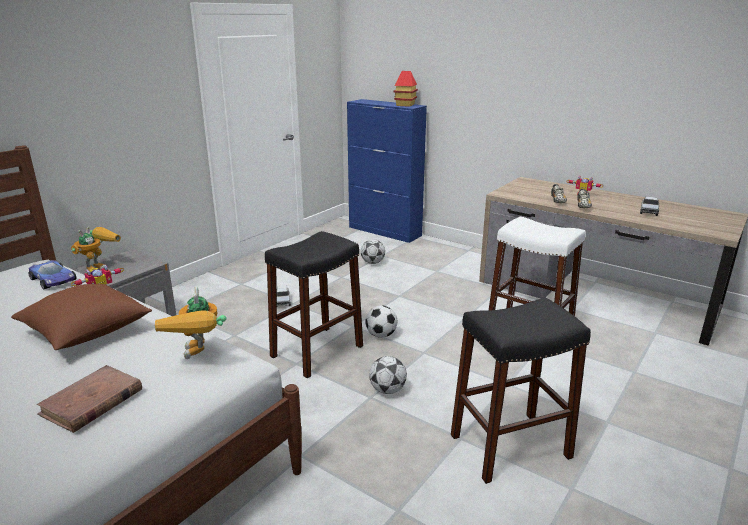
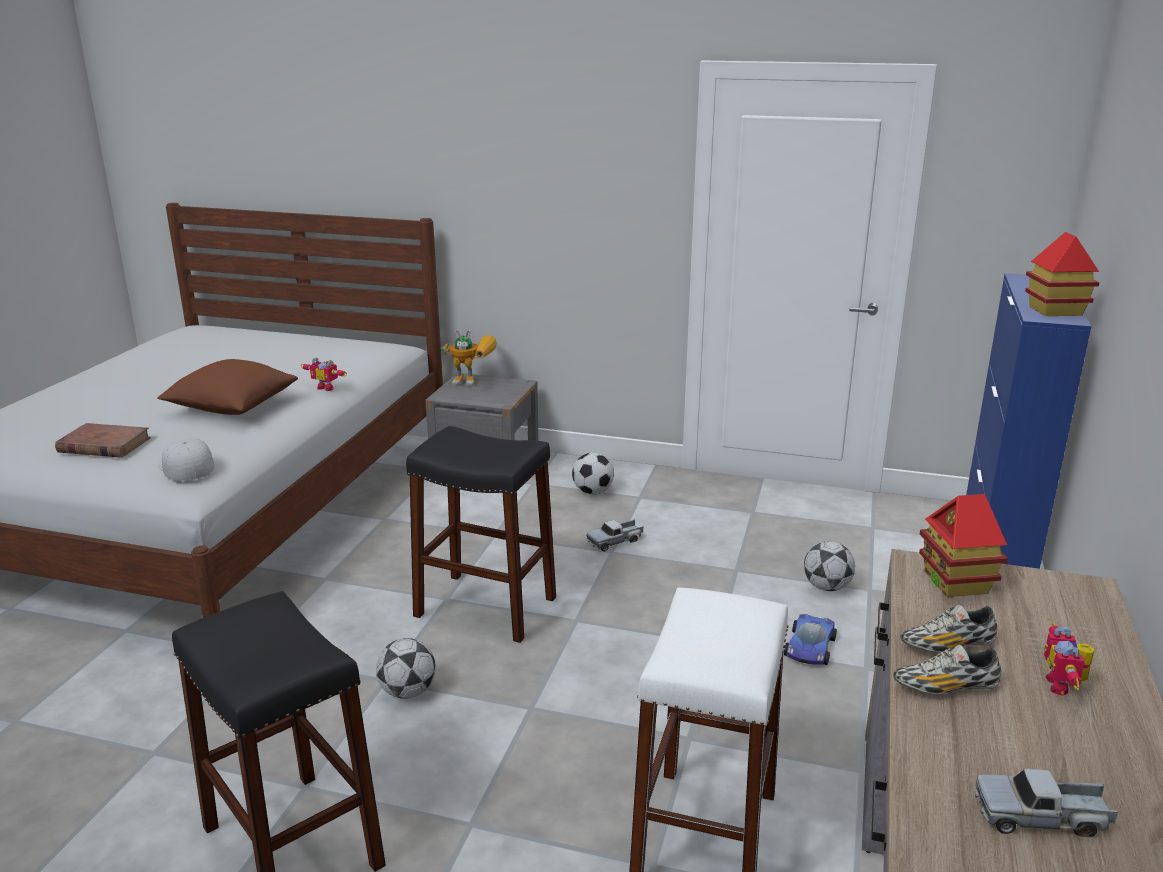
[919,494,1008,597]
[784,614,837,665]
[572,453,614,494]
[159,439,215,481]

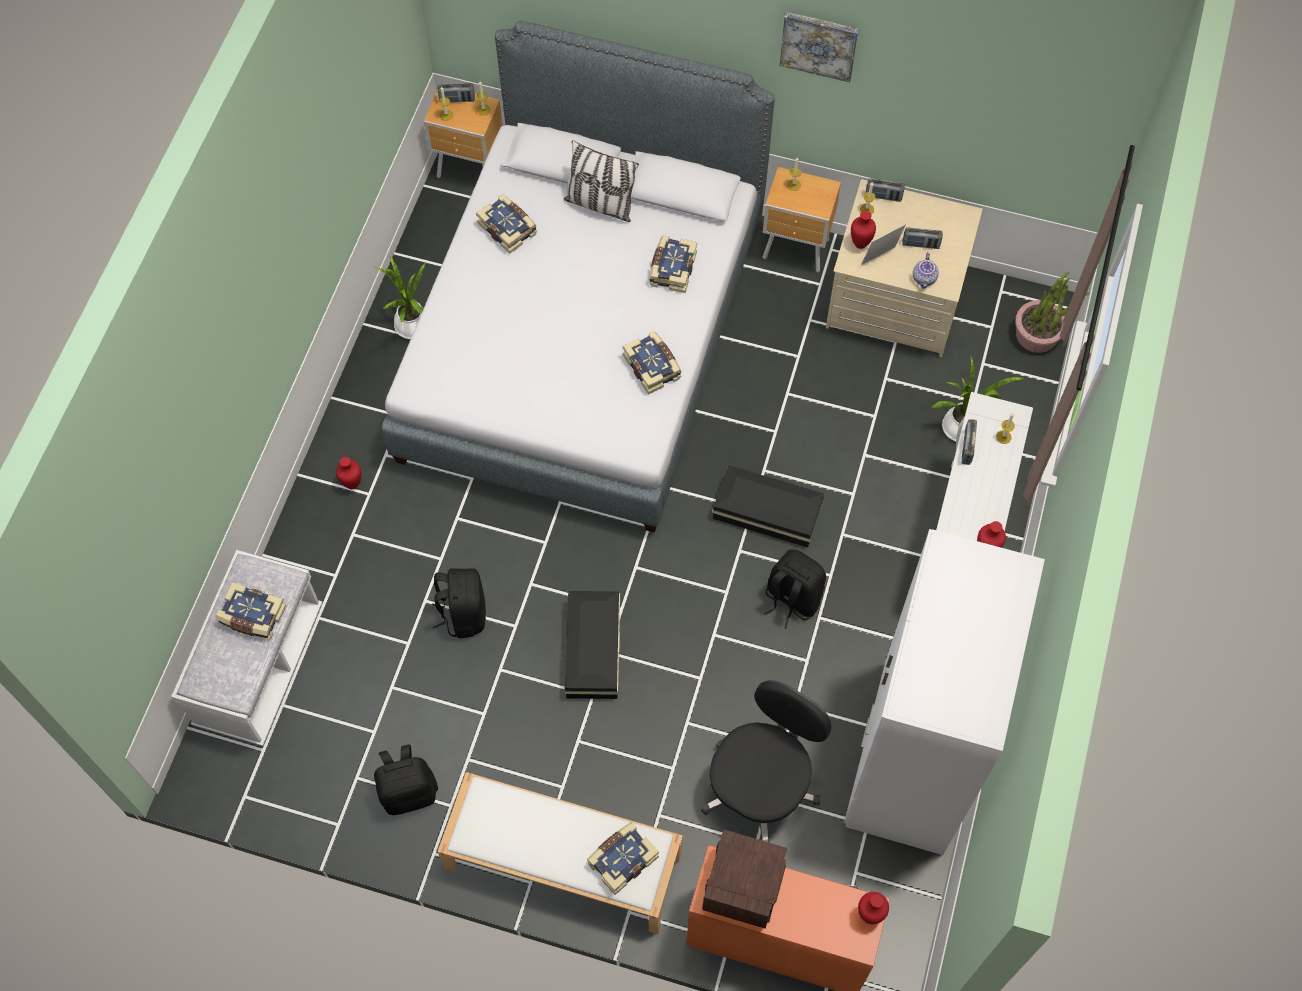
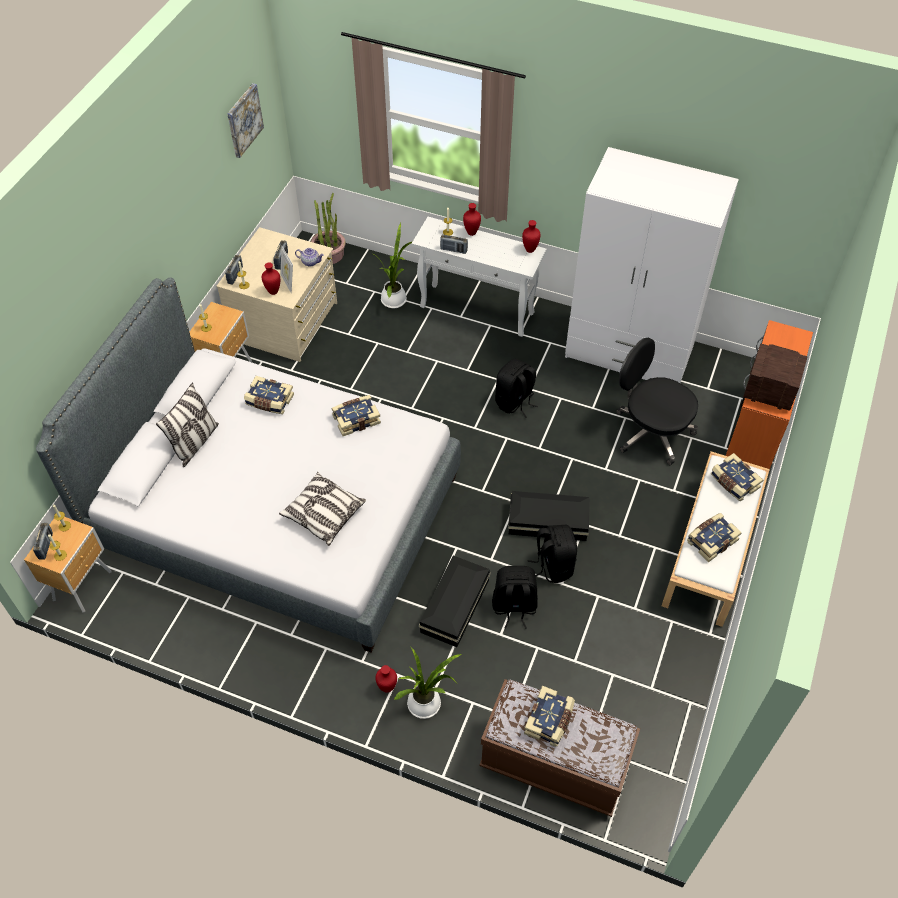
[279,472,366,546]
[394,648,461,719]
[528,525,577,583]
[687,513,742,562]
[419,556,490,647]
[227,83,264,158]
[463,203,481,236]
[479,679,640,817]

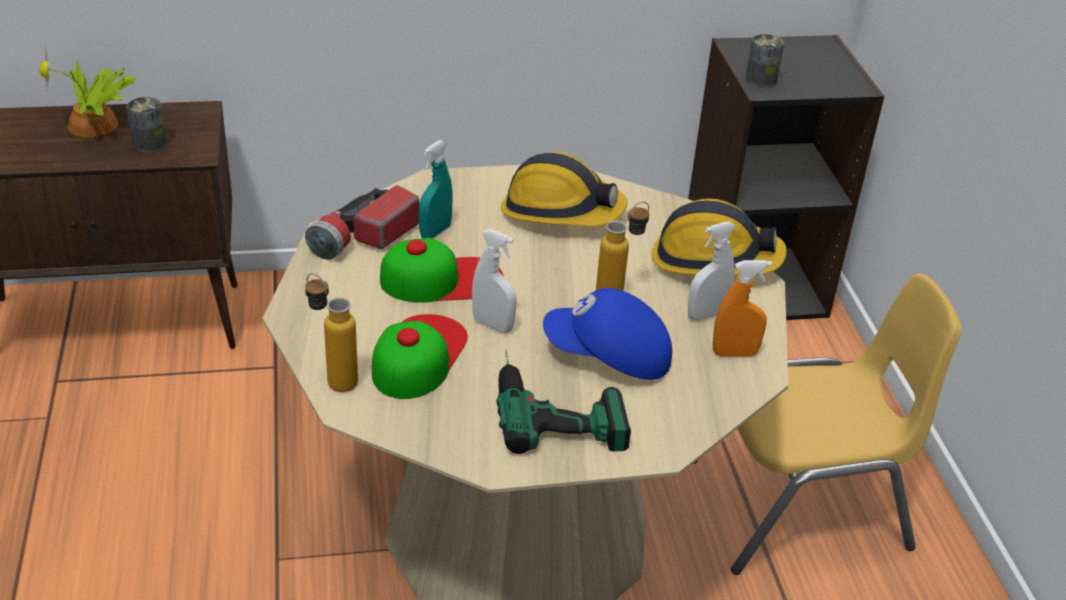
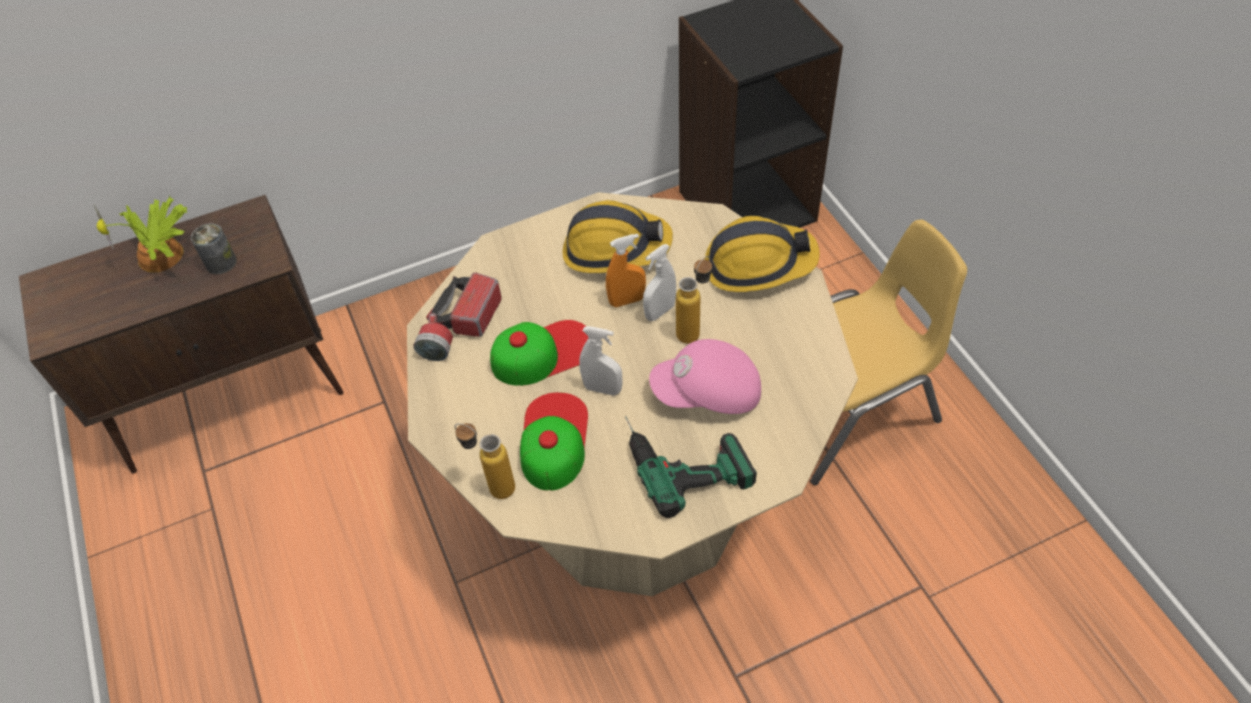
[419,140,453,238] (first image)
[745,34,784,87] (first image)
[643,244,676,321]
[606,234,646,307]
[649,339,761,414]

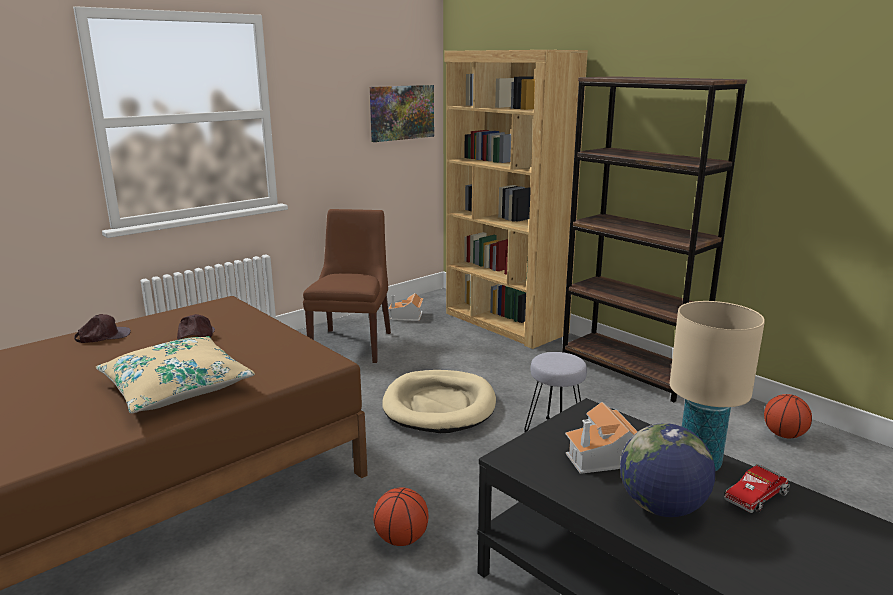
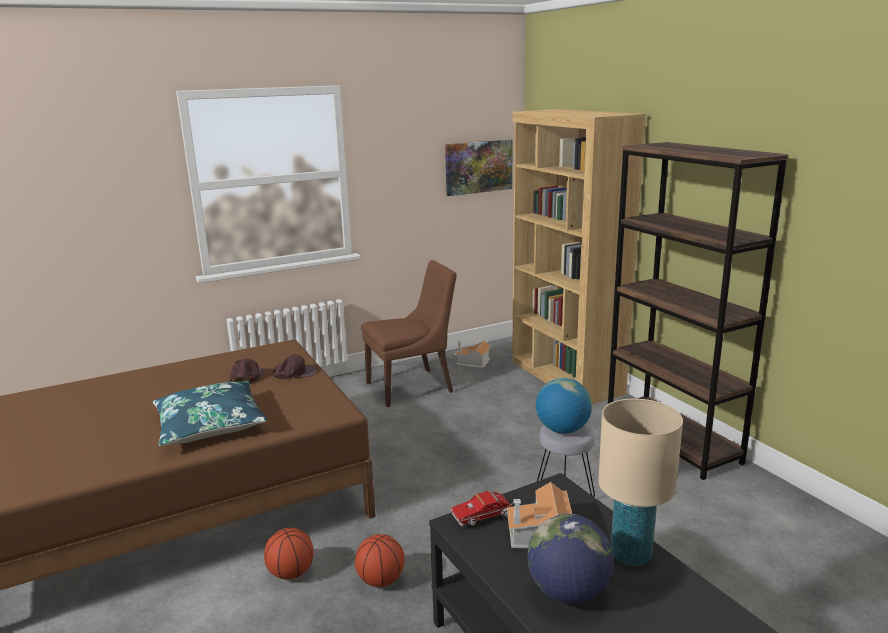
[382,370,496,433] (first image)
[536,378,592,434]
[272,354,316,379]
[451,490,514,527]
[264,528,313,580]
[153,381,267,446]
[361,260,457,407]

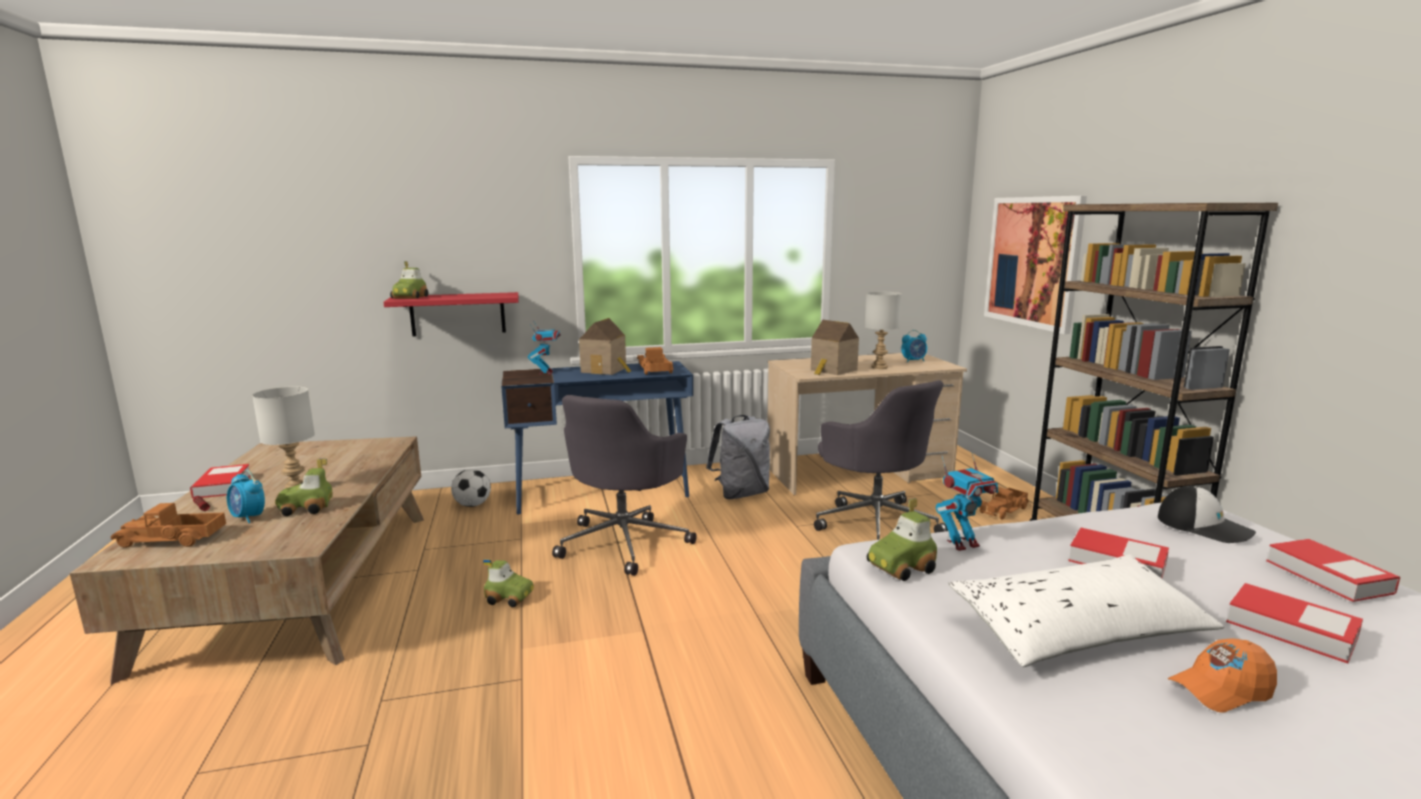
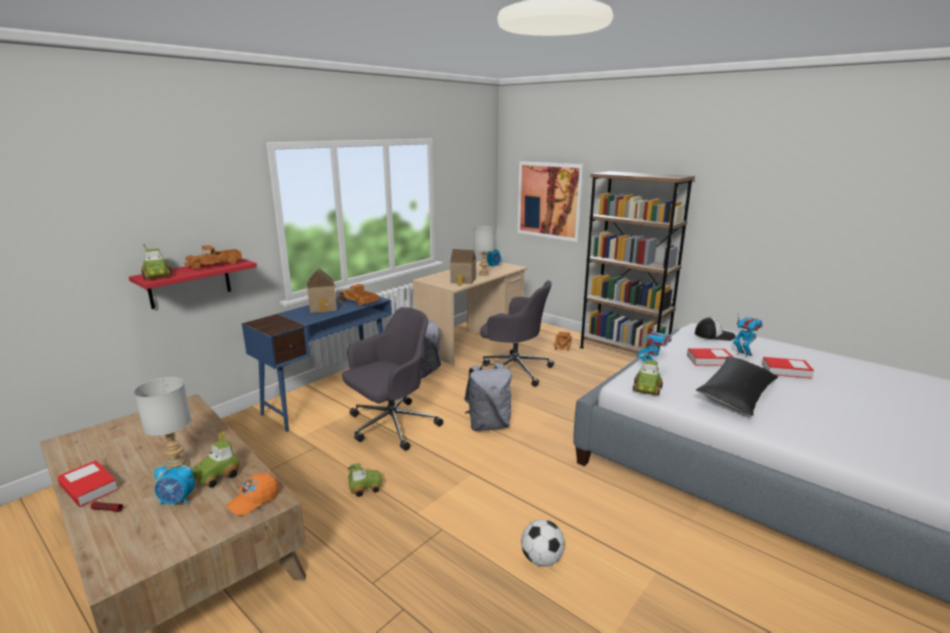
[1266,539,1400,602] (first image)
[464,363,512,431]
[184,245,242,269]
[521,519,565,567]
[733,317,762,357]
[225,473,279,516]
[696,356,778,416]
[342,307,443,451]

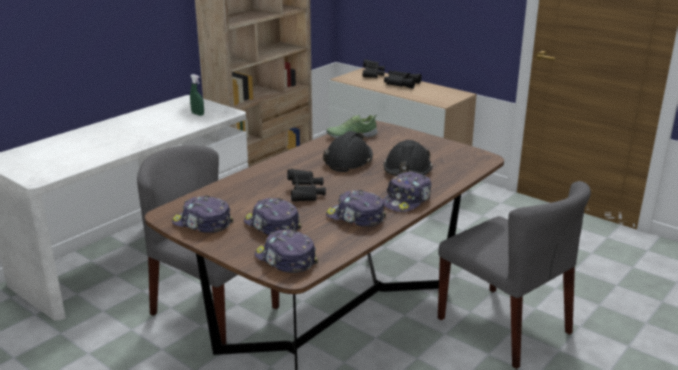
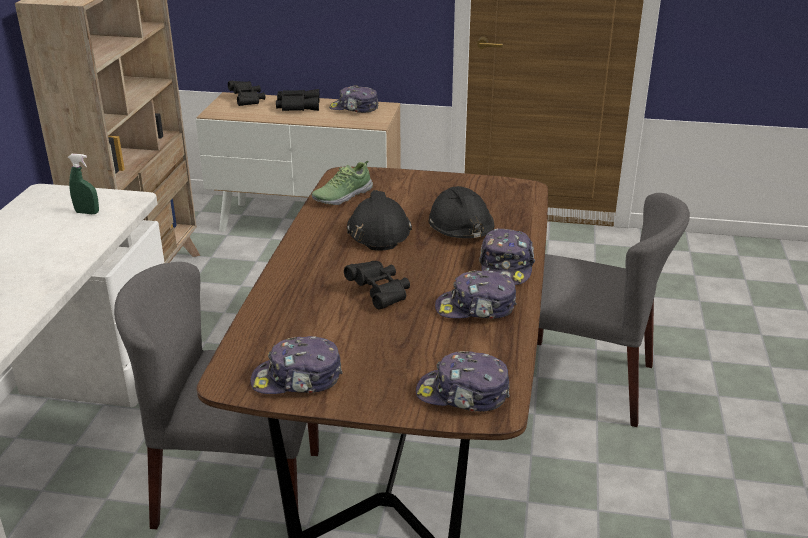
[329,85,379,113]

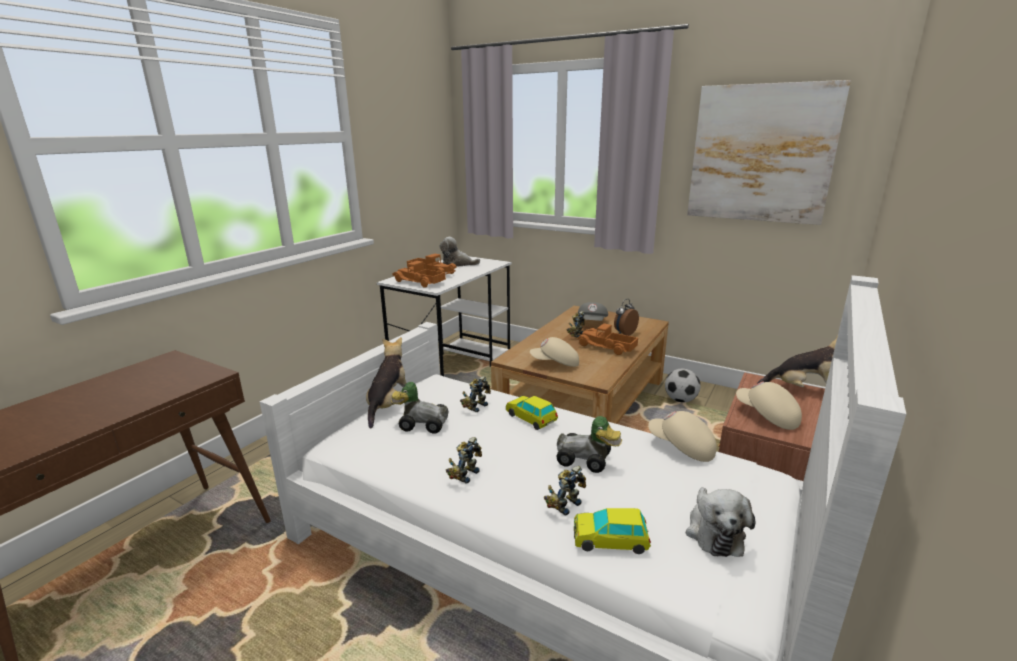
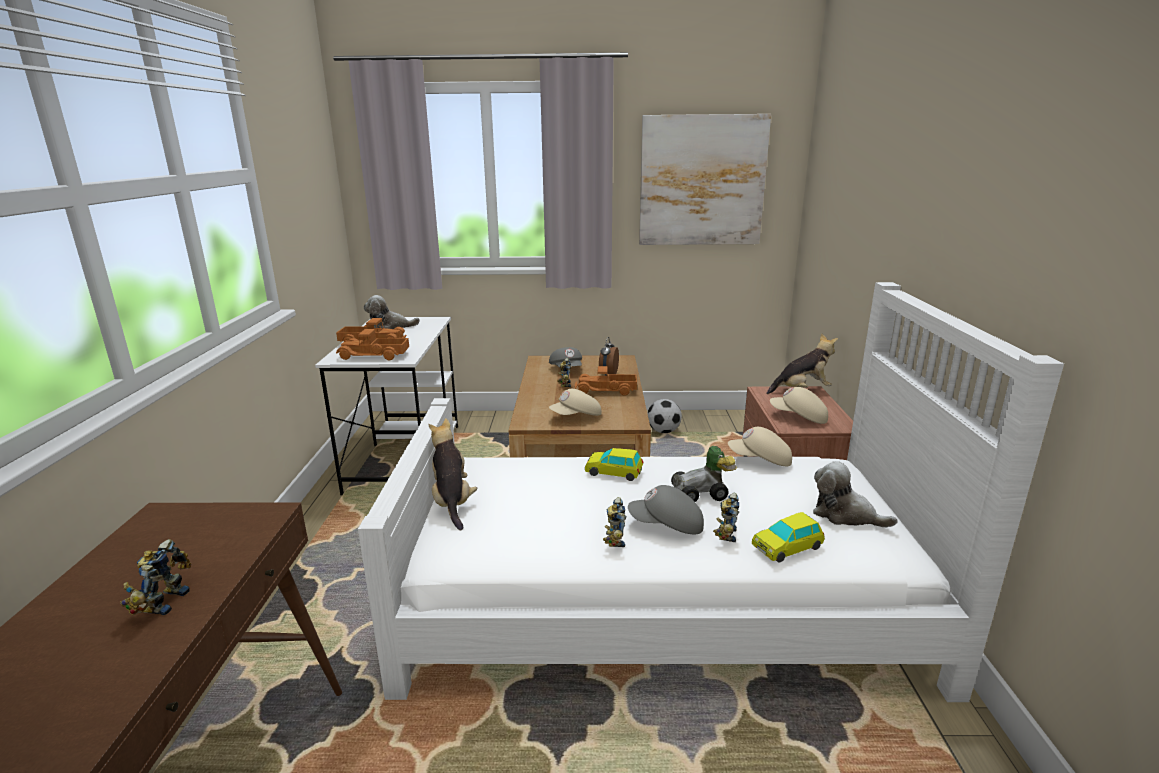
[391,382,449,434] (first image)
[628,485,704,534]
[120,539,191,615]
[813,461,898,527]

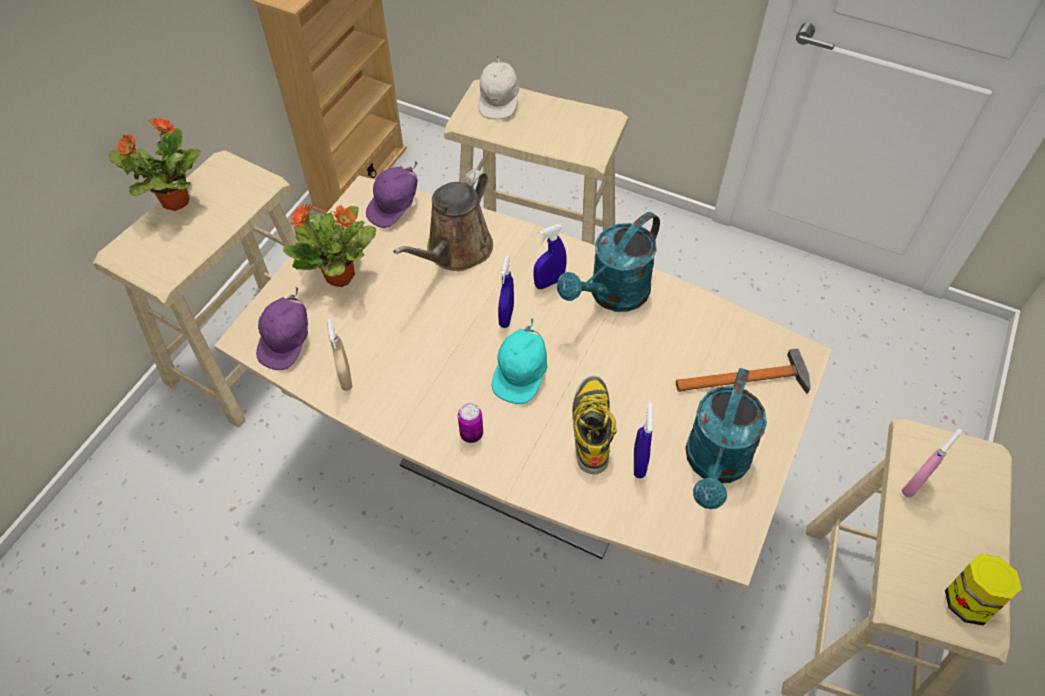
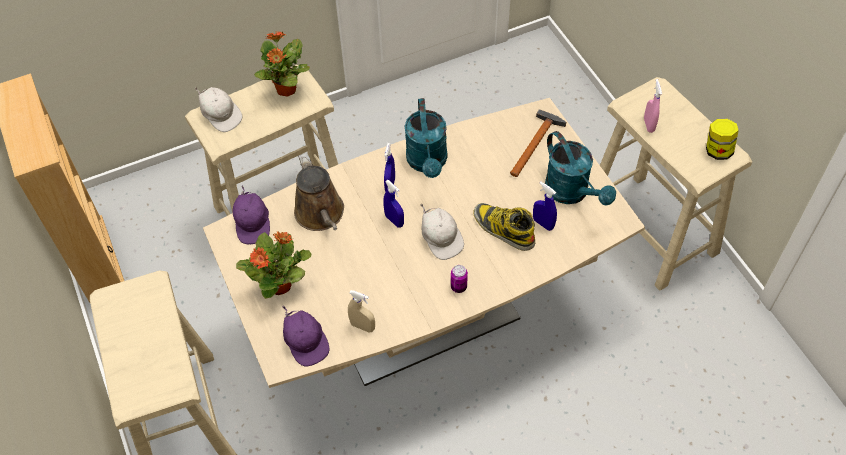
[254,32,310,97]
[420,204,464,260]

